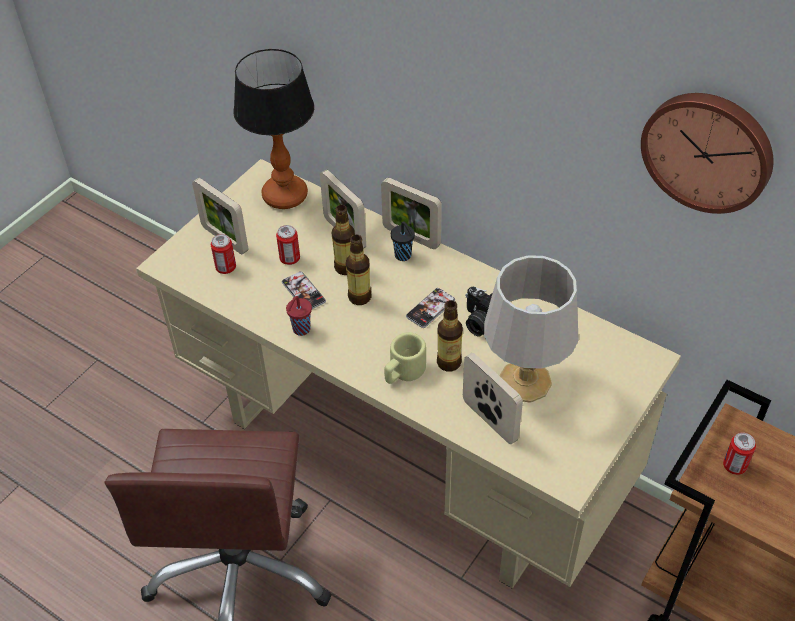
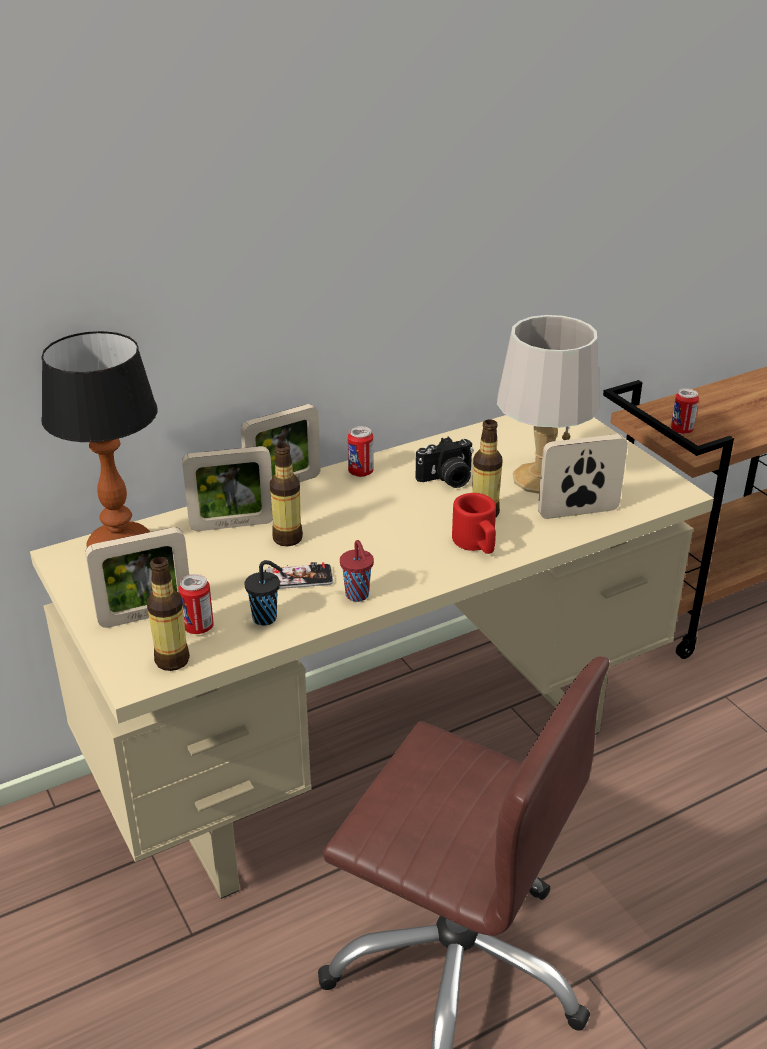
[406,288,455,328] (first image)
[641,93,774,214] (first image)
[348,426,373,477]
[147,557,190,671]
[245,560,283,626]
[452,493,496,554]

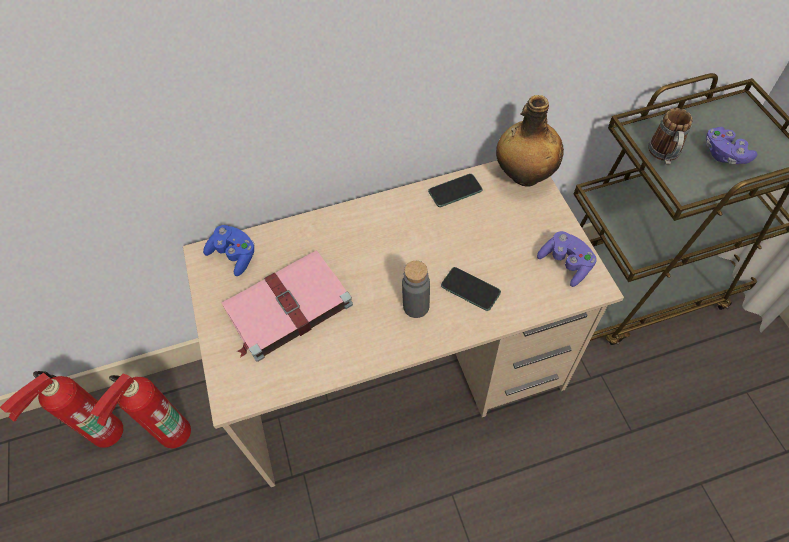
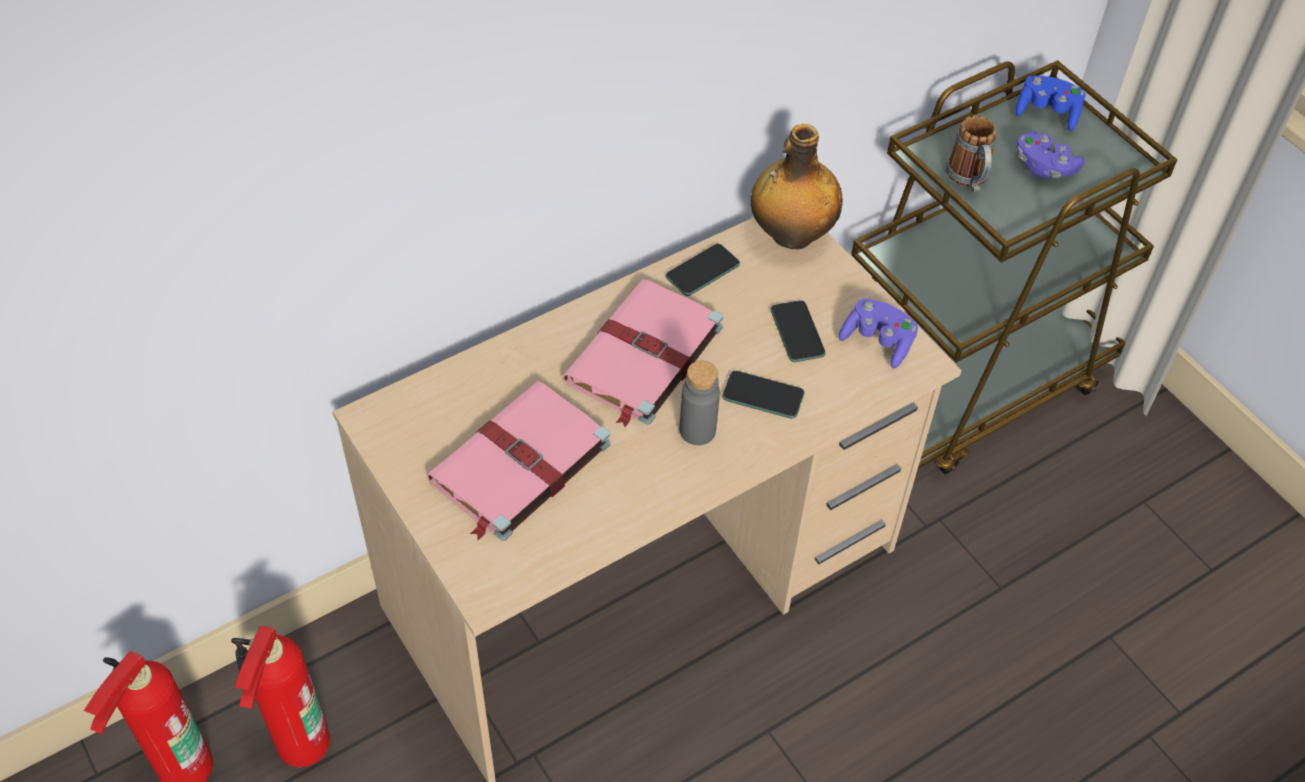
[563,279,723,427]
[770,300,826,362]
[1015,75,1086,131]

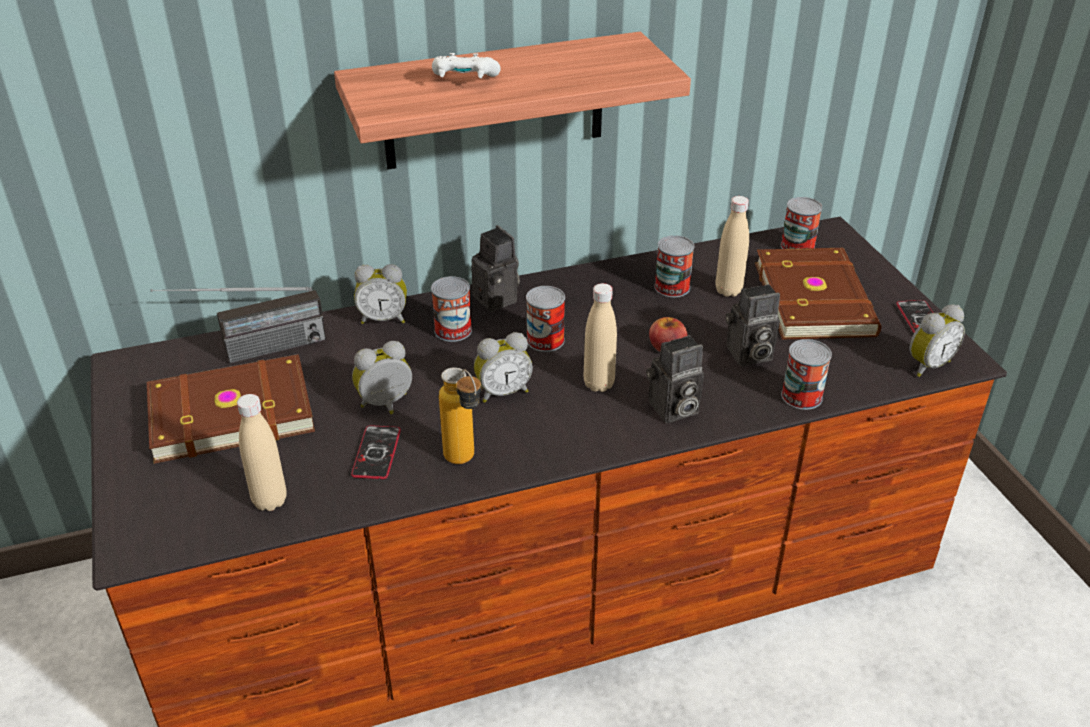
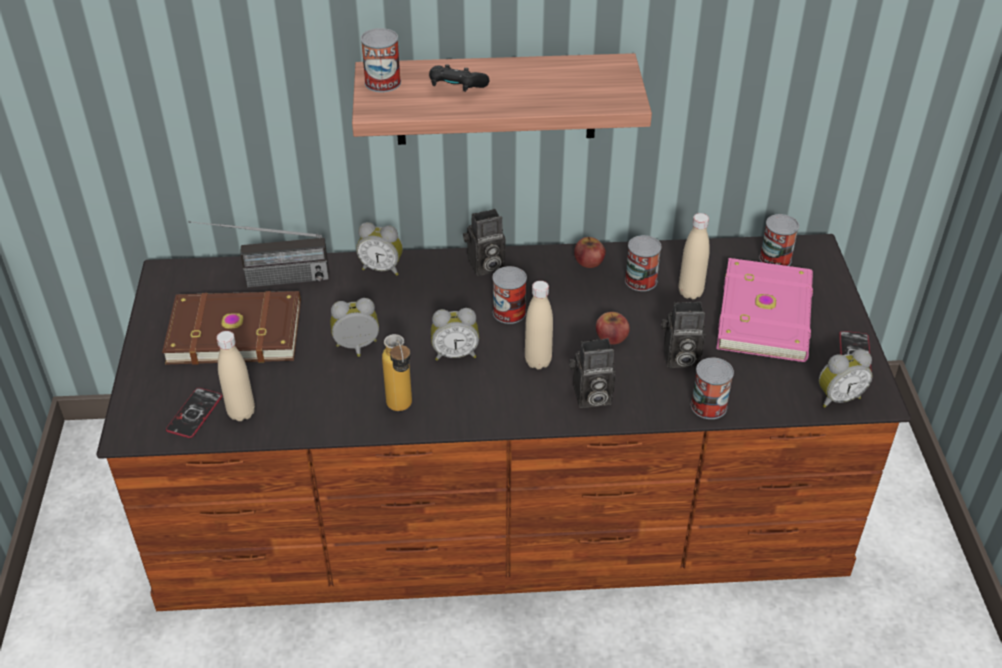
[574,237,606,268]
[166,388,222,438]
[361,28,401,93]
[429,64,489,92]
[716,258,813,362]
[463,209,506,276]

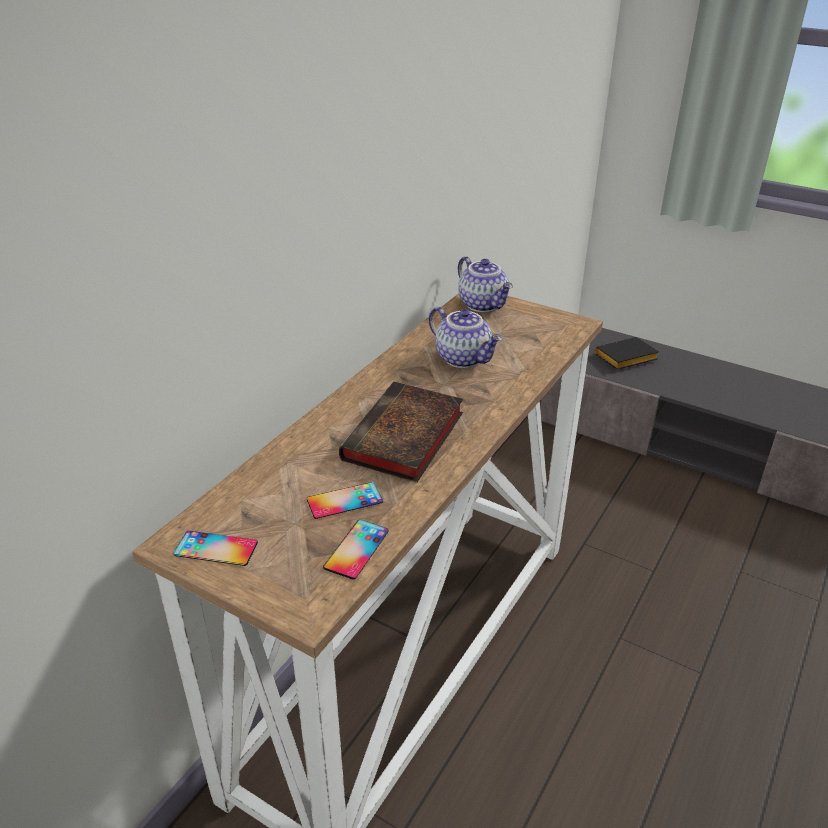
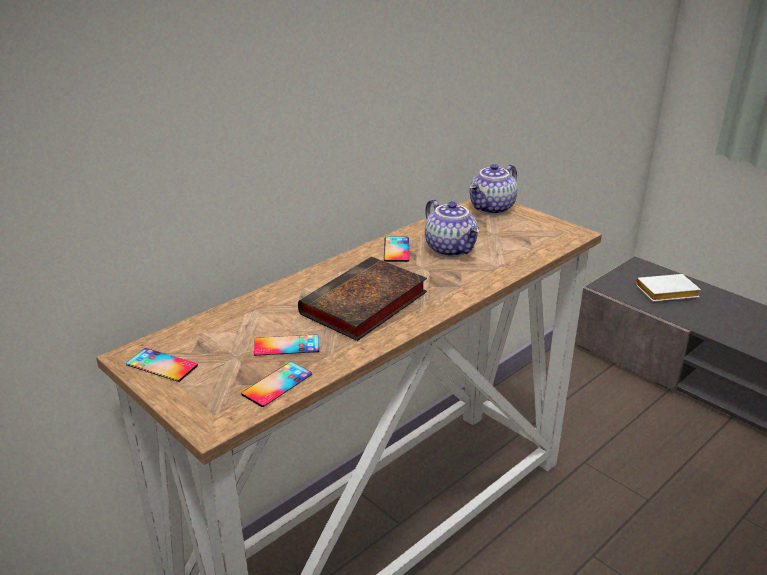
[384,236,409,262]
[636,274,701,301]
[469,164,517,215]

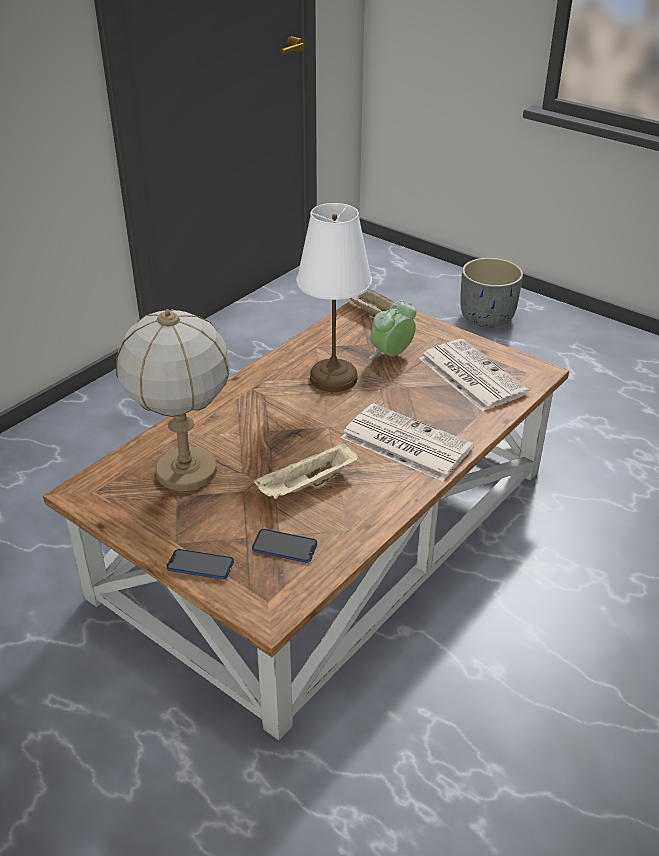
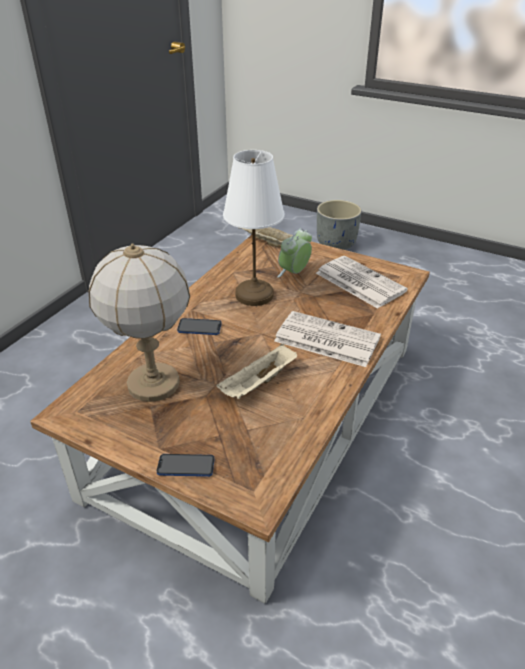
[177,318,222,335]

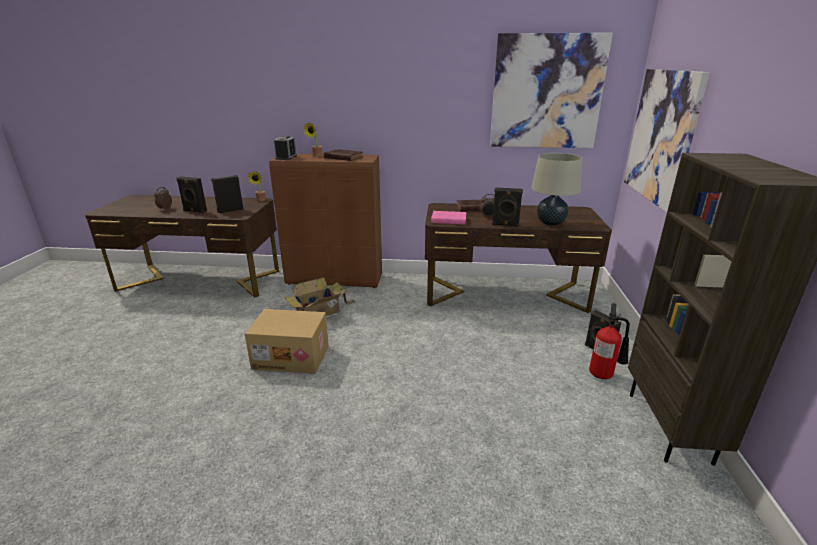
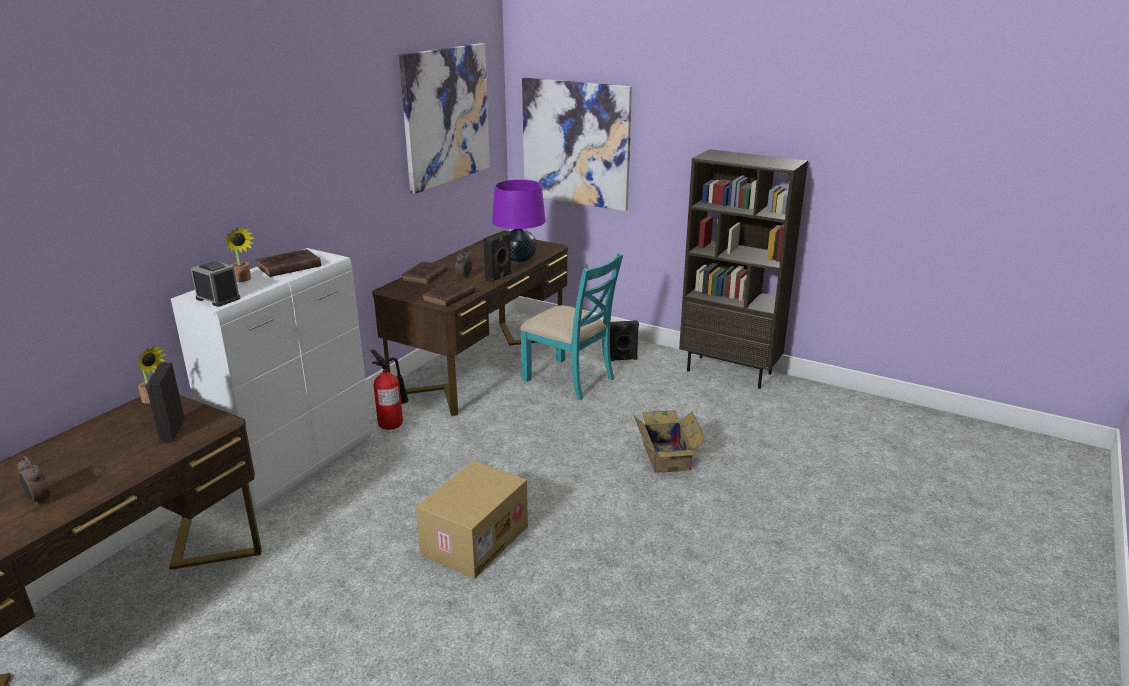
[176,176,207,213] (first image)
[520,253,623,400]
[634,410,704,473]
[371,350,409,430]
[171,248,371,514]
[422,281,475,307]
[492,179,546,262]

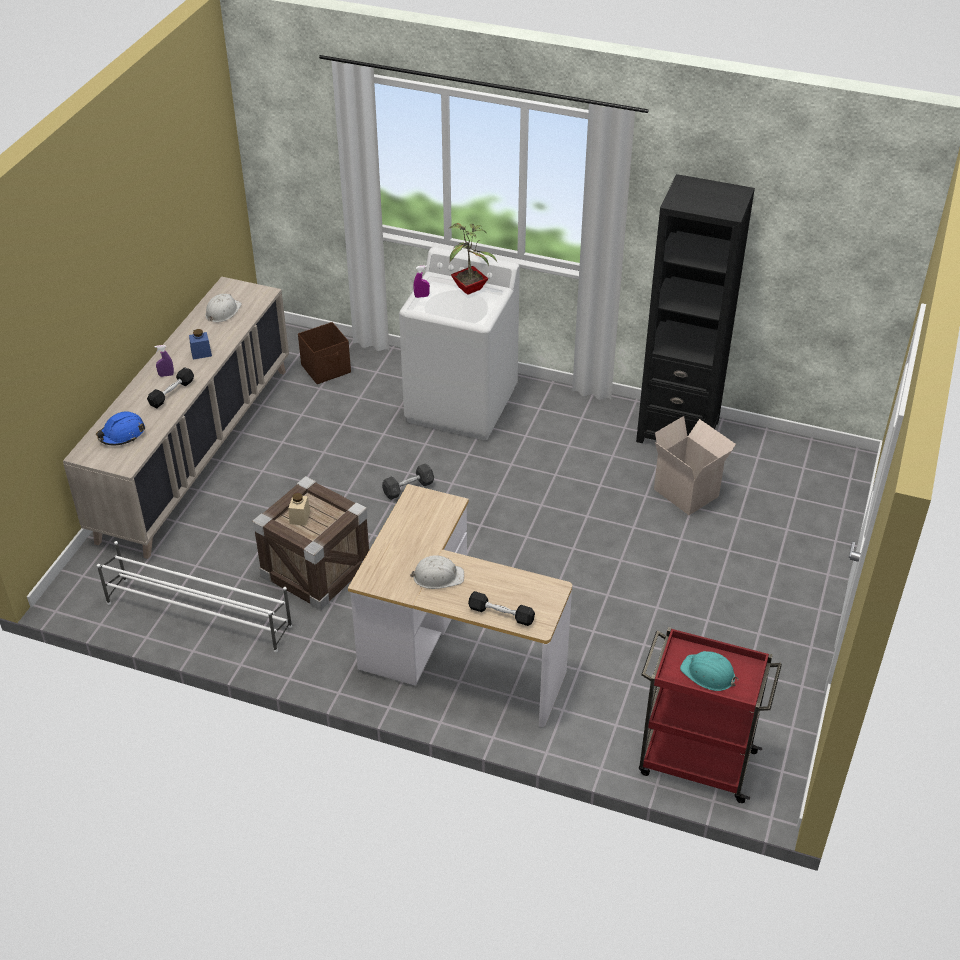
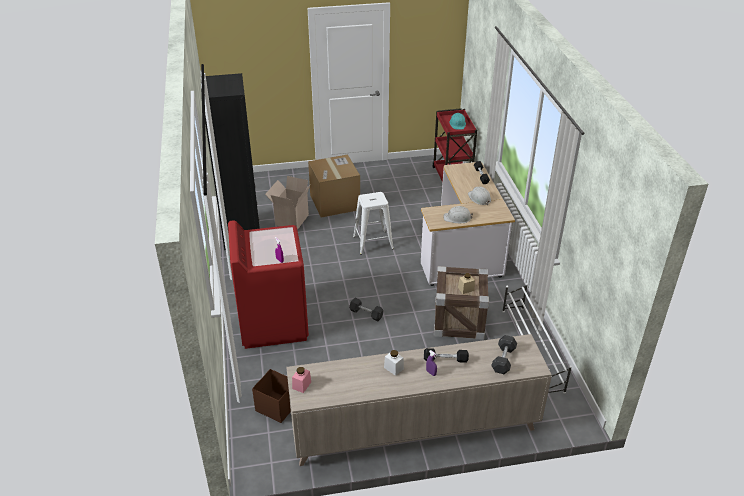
[448,223,497,295] (first image)
[292,367,311,393]
[308,155,360,218]
[353,192,394,255]
[443,206,473,223]
[491,335,517,374]
[384,350,404,376]
[228,220,309,349]

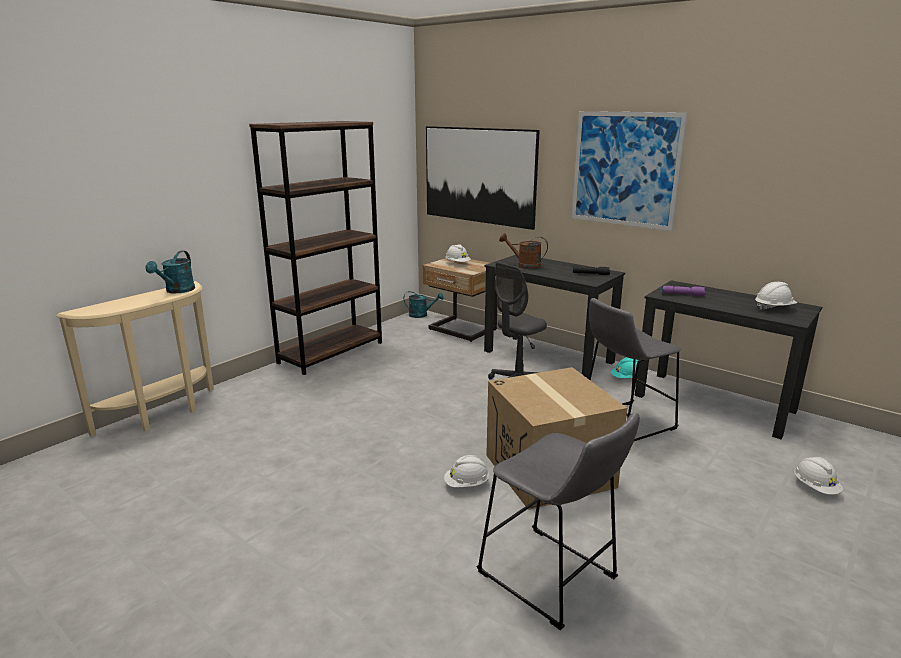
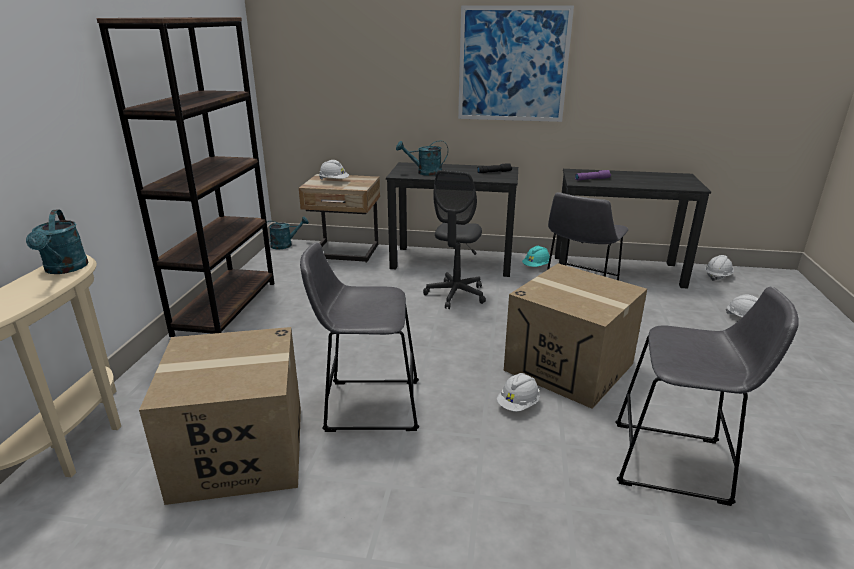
[426,126,540,230] (first image)
[139,327,301,505]
[300,242,419,432]
[705,255,734,281]
[396,141,448,176]

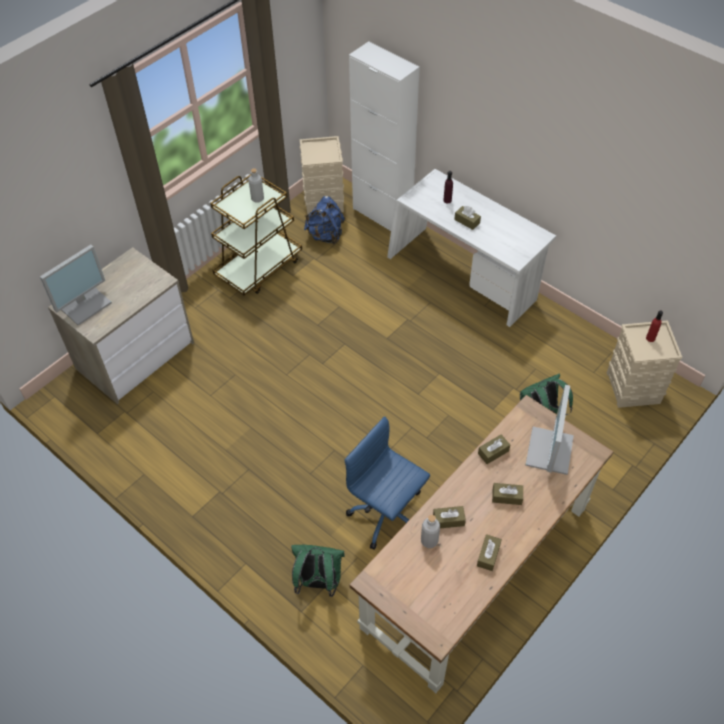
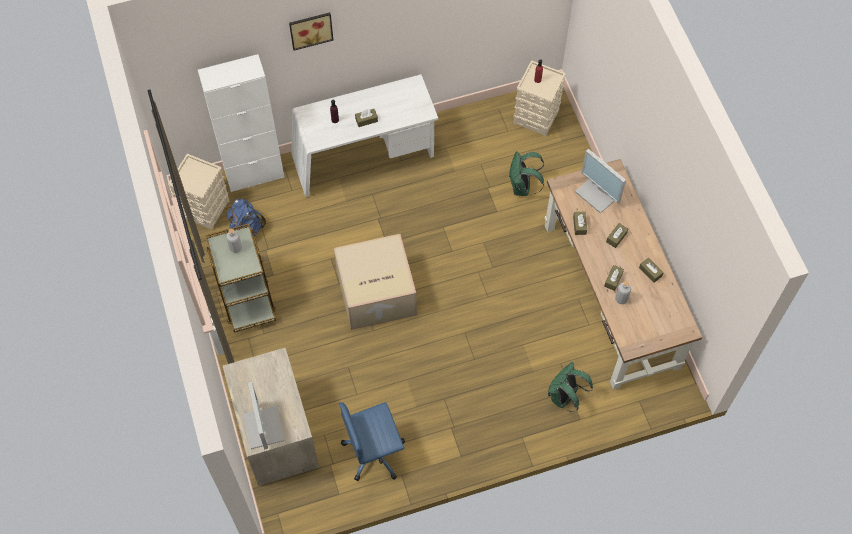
[289,12,333,51]
[334,234,417,330]
[339,402,405,481]

